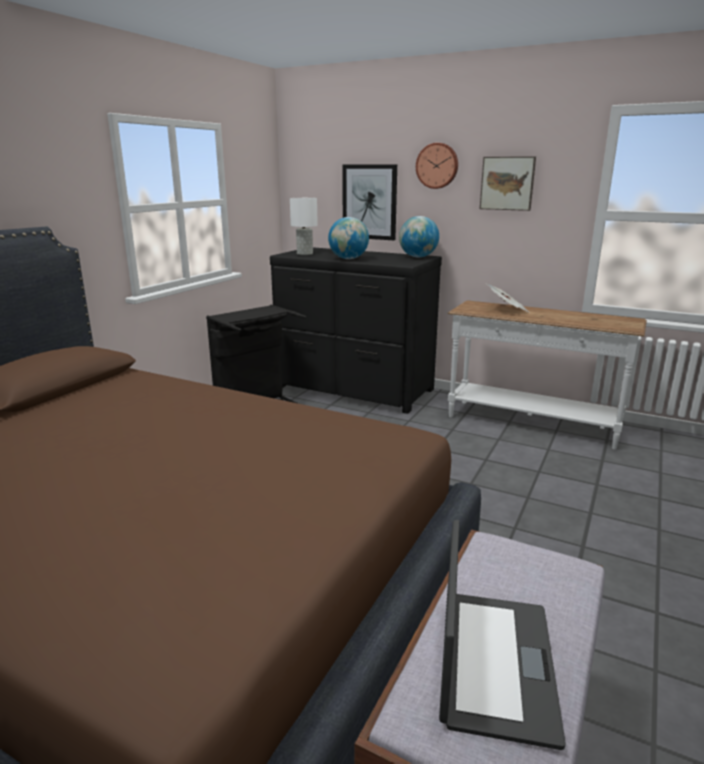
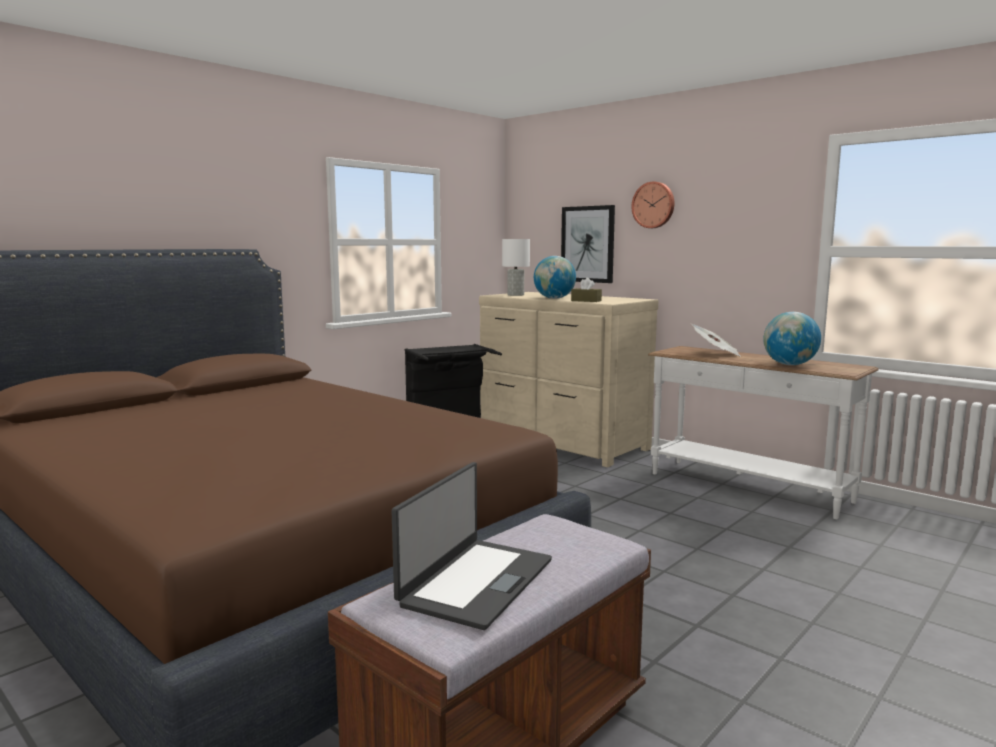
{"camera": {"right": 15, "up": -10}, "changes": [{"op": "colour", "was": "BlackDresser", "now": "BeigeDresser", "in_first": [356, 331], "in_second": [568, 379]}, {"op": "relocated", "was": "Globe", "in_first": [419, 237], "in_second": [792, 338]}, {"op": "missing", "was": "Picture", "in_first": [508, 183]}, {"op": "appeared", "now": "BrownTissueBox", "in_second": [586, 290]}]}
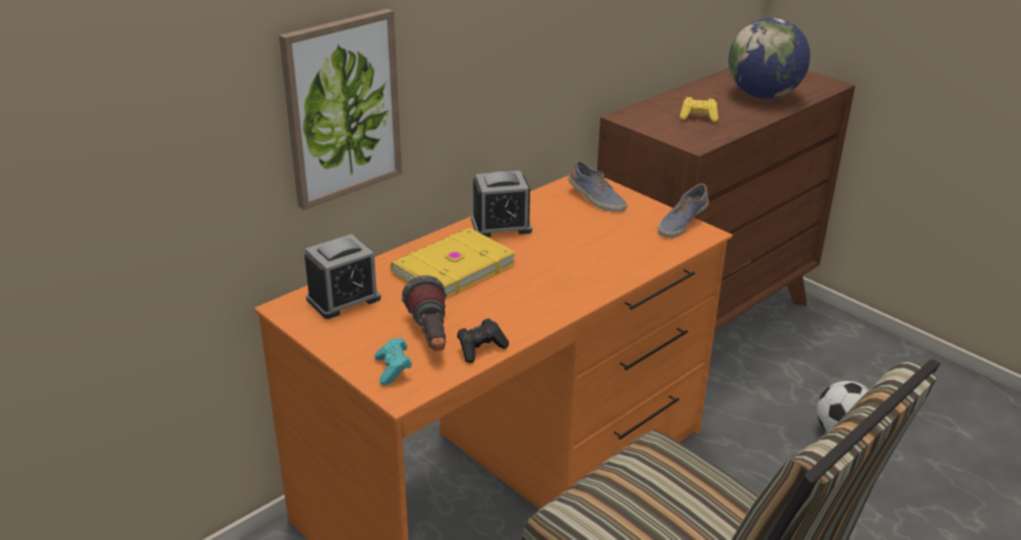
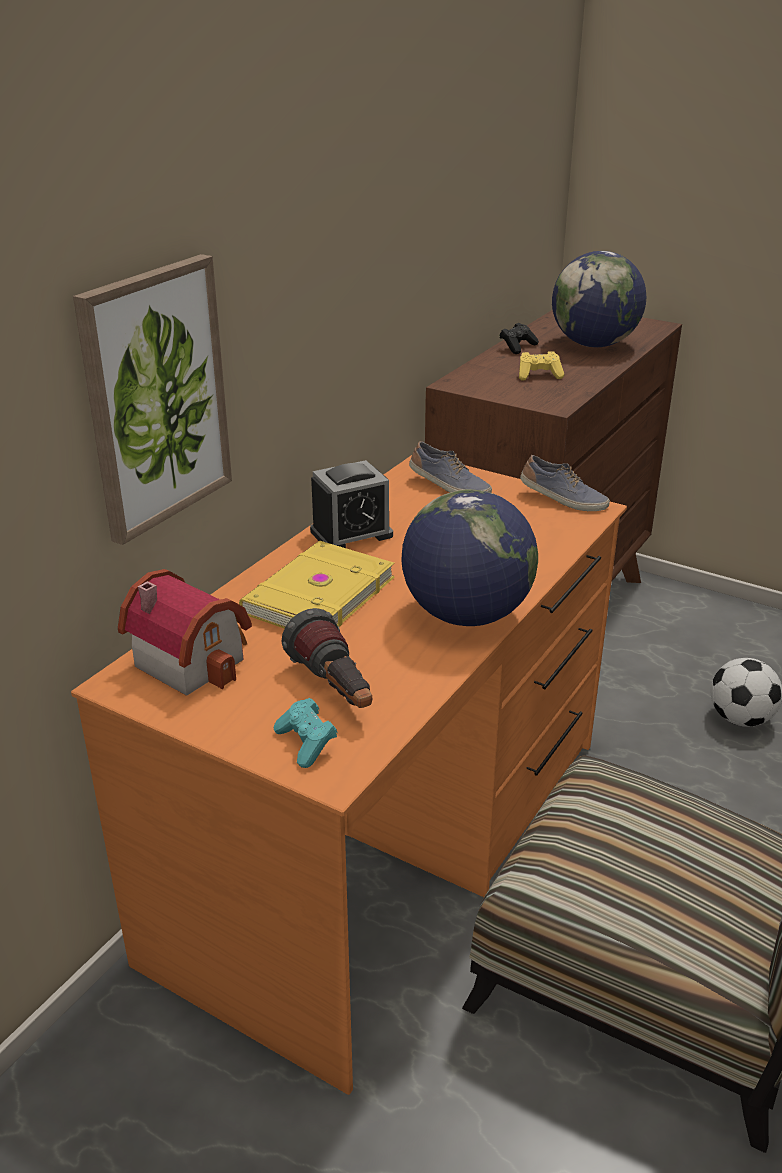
{"camera": {"right": -15, "up": 0}, "changes": [{"op": "exchanged", "was": "AlarmClock", "now": "ToyHouse", "in_first": [342, 276], "in_second": [185, 632]}, {"op": "relocated", "was": "BlackGameController", "in_first": [483, 340], "in_second": [519, 338]}, {"op": "spun", "was": "Shoe", "in_first": [683, 210], "in_second": [565, 483], "clockwise": -90}, {"op": "appeared", "now": "Globe", "in_second": [469, 557]}]}
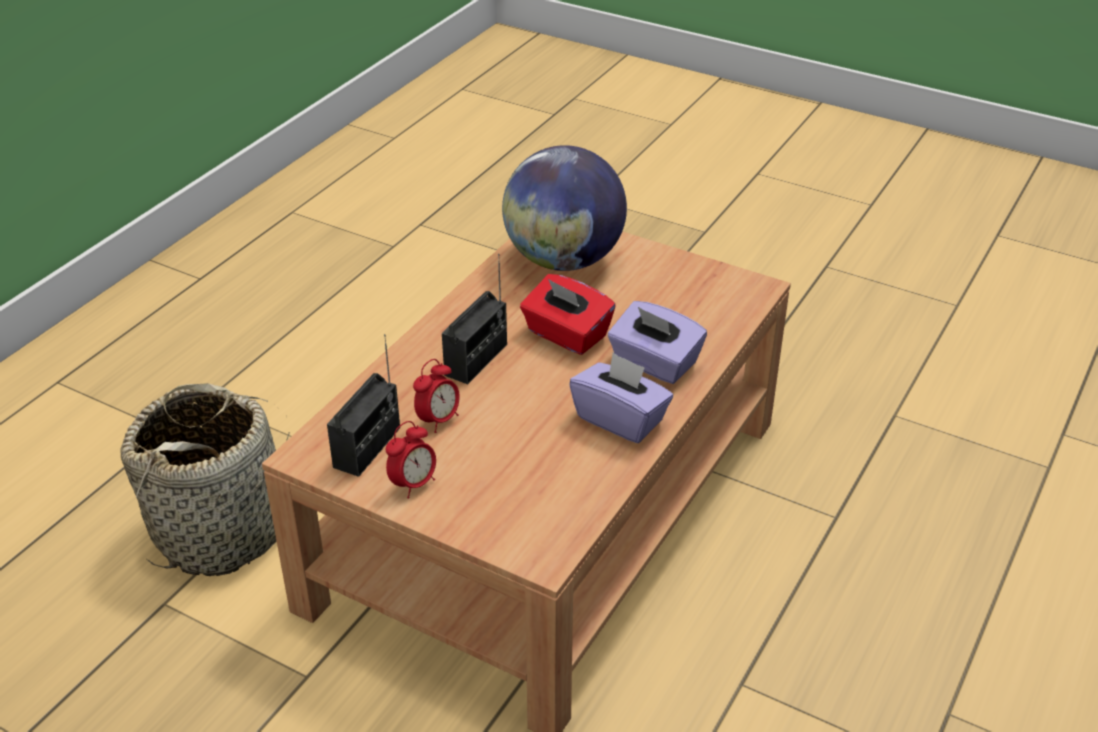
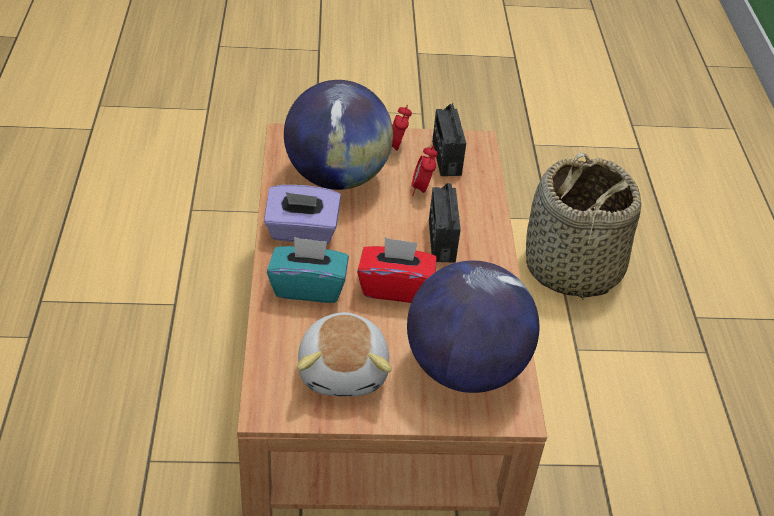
{"camera": {"right": 145, "up": 5}, "changes": [{"op": "colour", "was": "PurpleTissueBox", "now": "TurquoiseTissueBox", "in_first": [657, 342], "in_second": [308, 270]}, {"op": "appeared", "now": "Globe", "in_second": [338, 135]}, {"op": "appeared", "now": "PlushToy", "in_second": [344, 354]}]}
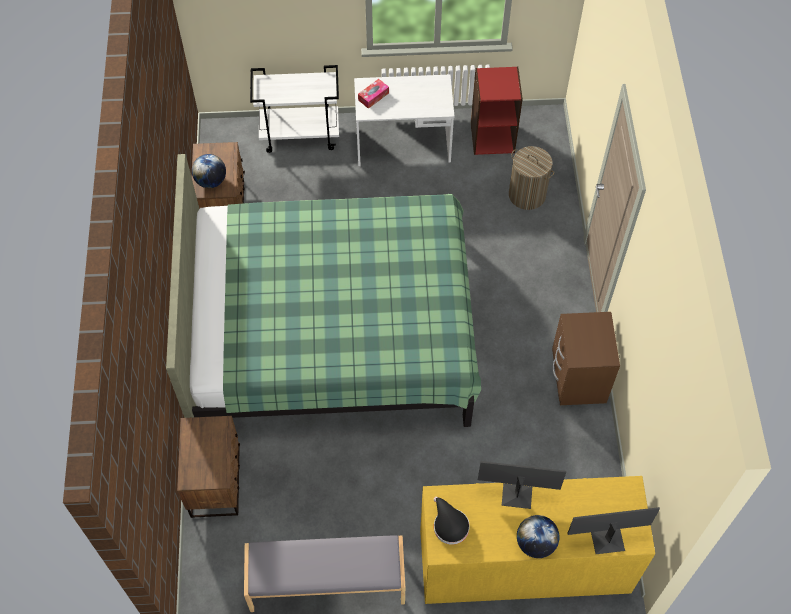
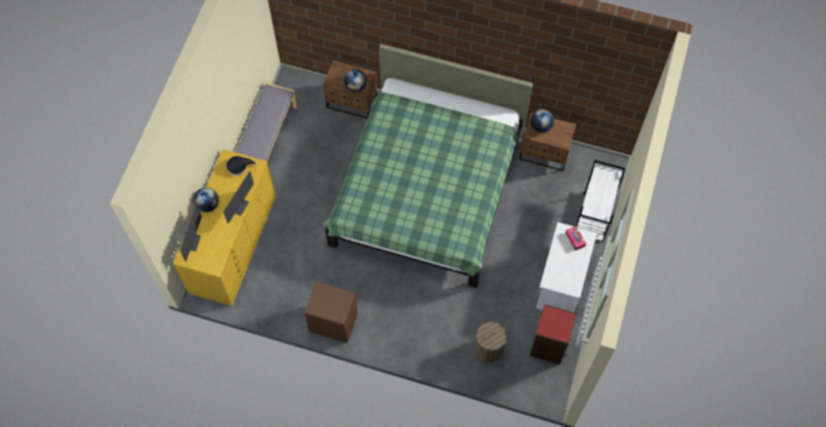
{"camera": {"right": 110, "up": 5}, "changes": [{"op": "appeared", "now": "Globe", "in_second": [355, 80]}]}
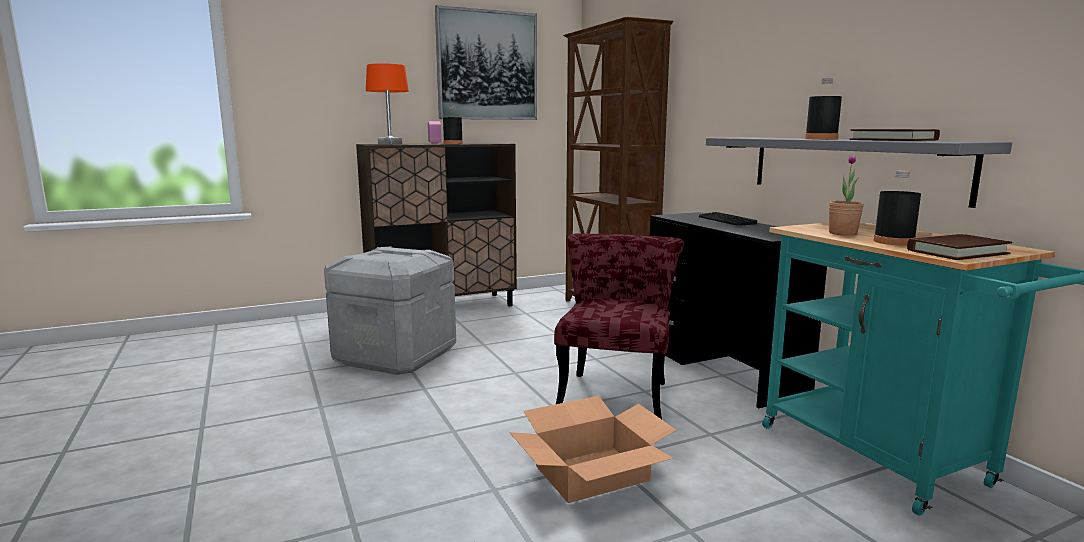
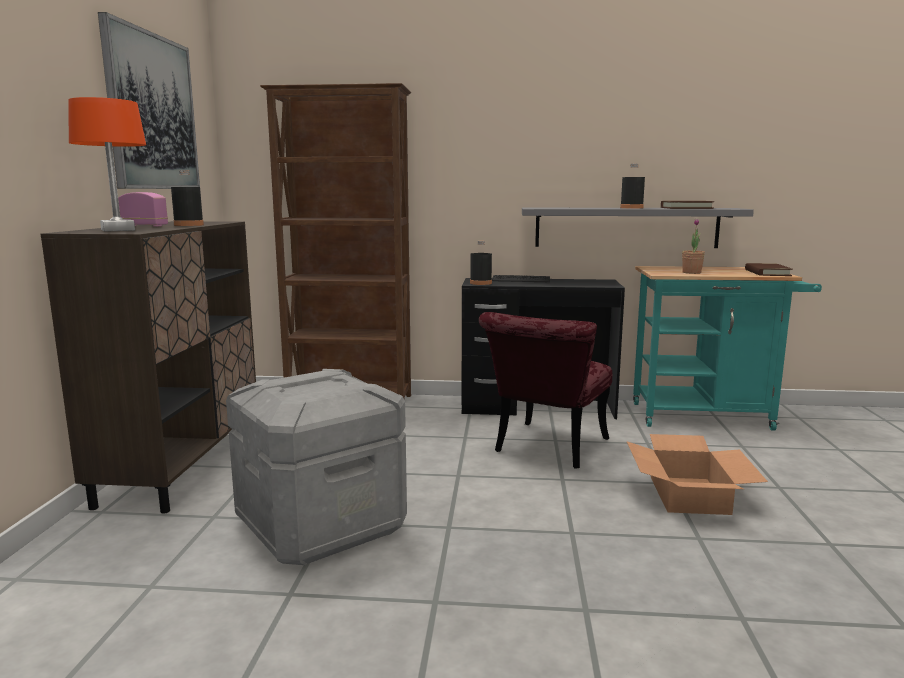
{"camera": {"right": -60, "up": 0}, "changes": [{"op": "spun", "was": "RedChair", "in_first": [619, 326], "in_second": [545, 390], "clockwise": -105}, {"op": "relocated", "was": "BlackBottle", "in_first": [897, 208], "in_second": [481, 263]}]}
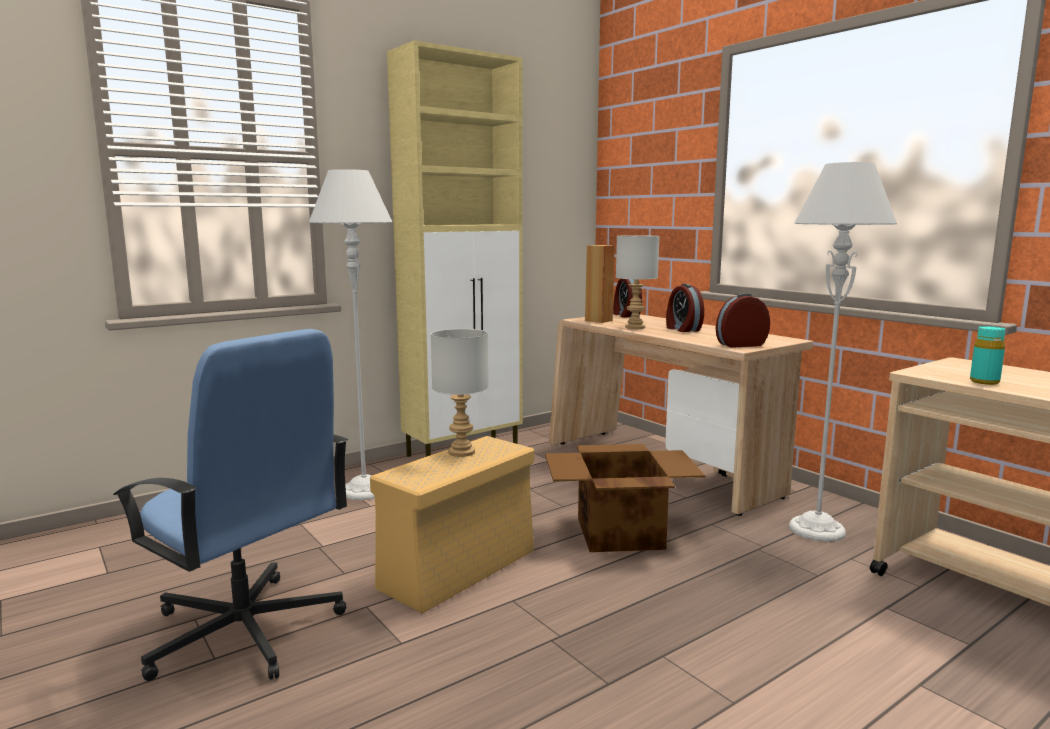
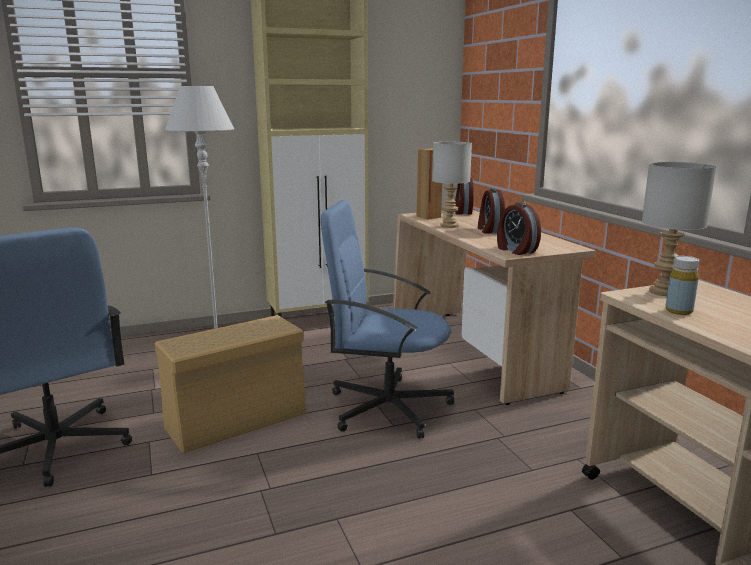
{"camera": {"right": 15, "up": 5}, "changes": [{"op": "relocated", "was": "GreyTableLamp", "in_first": [460, 393], "in_second": [679, 229]}, {"op": "exchanged", "was": "CardboardBox", "now": "BlueOfficeChair", "in_first": [625, 498], "in_second": [387, 319]}, {"op": "spun", "was": "AlarmClock", "in_first": [743, 320], "in_second": [519, 228], "clockwise": -120}, {"op": "missing", "was": "GreyFloorLamp", "in_first": [843, 352]}, {"op": "colour", "was": "TurquoiseBottle", "now": "YellowBottle", "in_first": [988, 355], "in_second": [682, 285]}]}
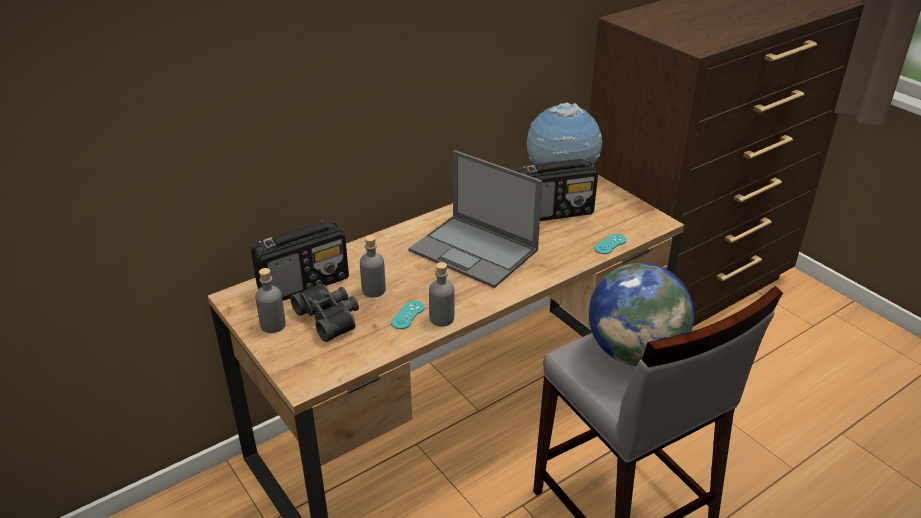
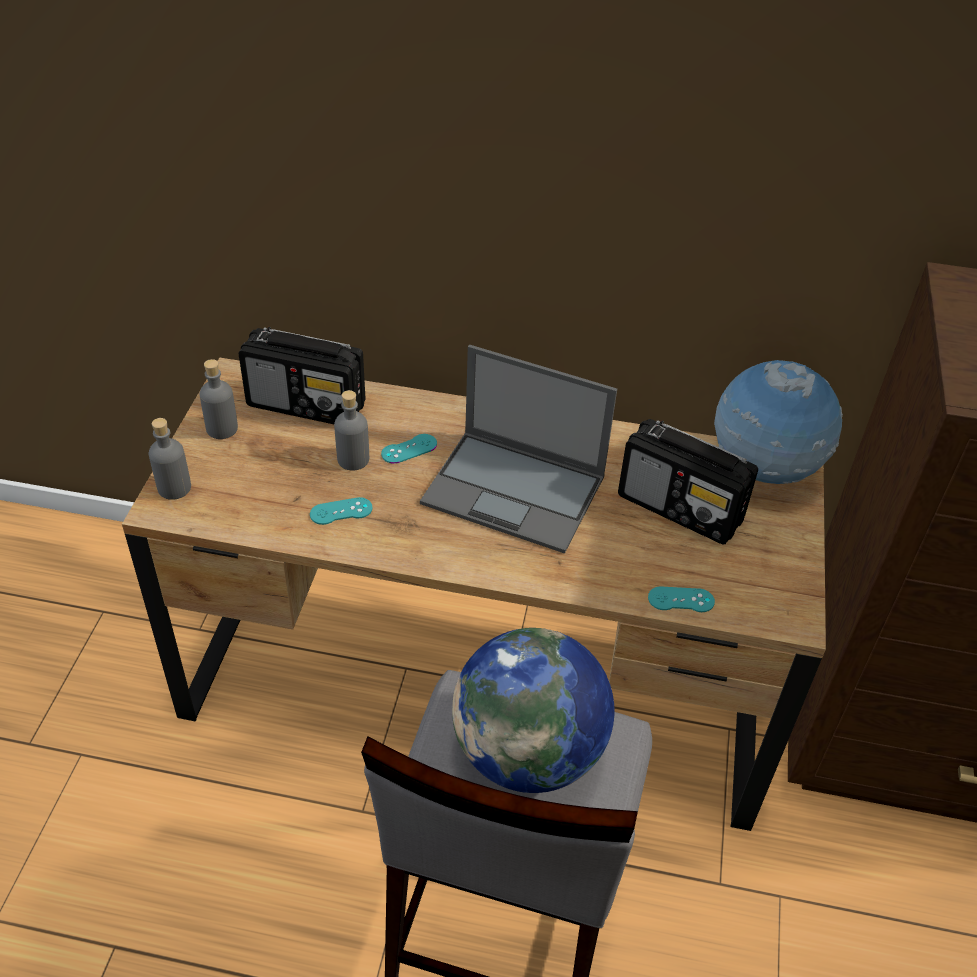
{"camera": {"right": 45, "up": 10}, "changes": [{"op": "missing", "was": "BlackBinoculars", "in_first": [324, 313]}, {"op": "spun", "was": "Laptop", "in_first": [475, 219], "in_second": [518, 449], "clockwise": -60}, {"op": "relocated", "was": "GreyBottle", "in_first": [442, 294], "in_second": [170, 459]}, {"op": "appeared", "now": "TurquoiseGameController", "in_second": [409, 449]}]}
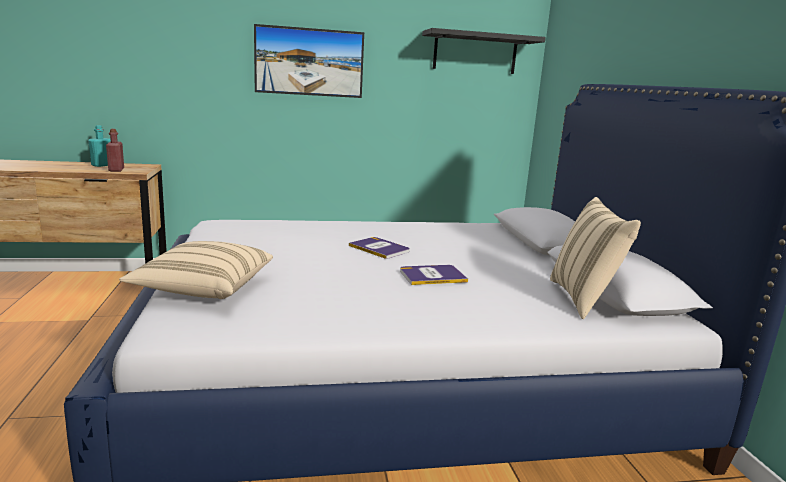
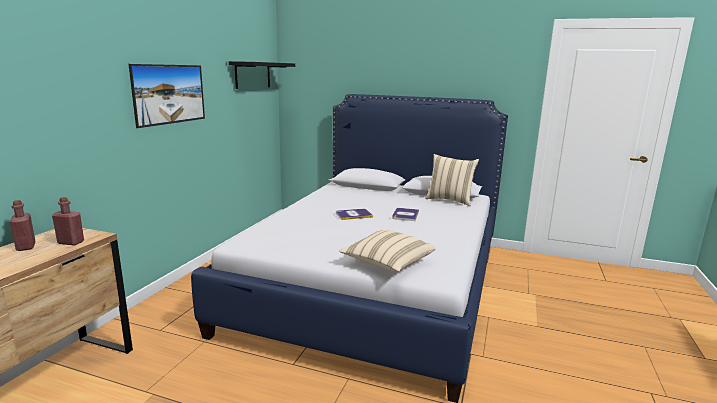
{"camera": {"right": -60, "up": 0}, "changes": [{"op": "colour", "was": "TurquoiseBottle", "now": "RedBottle", "in_first": [99, 146], "in_second": [22, 225]}]}
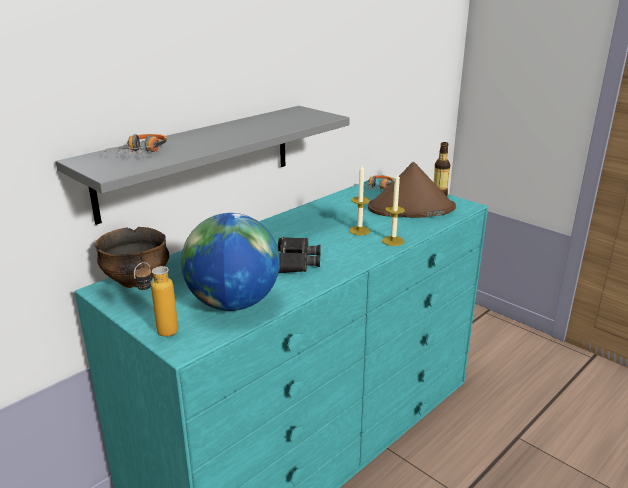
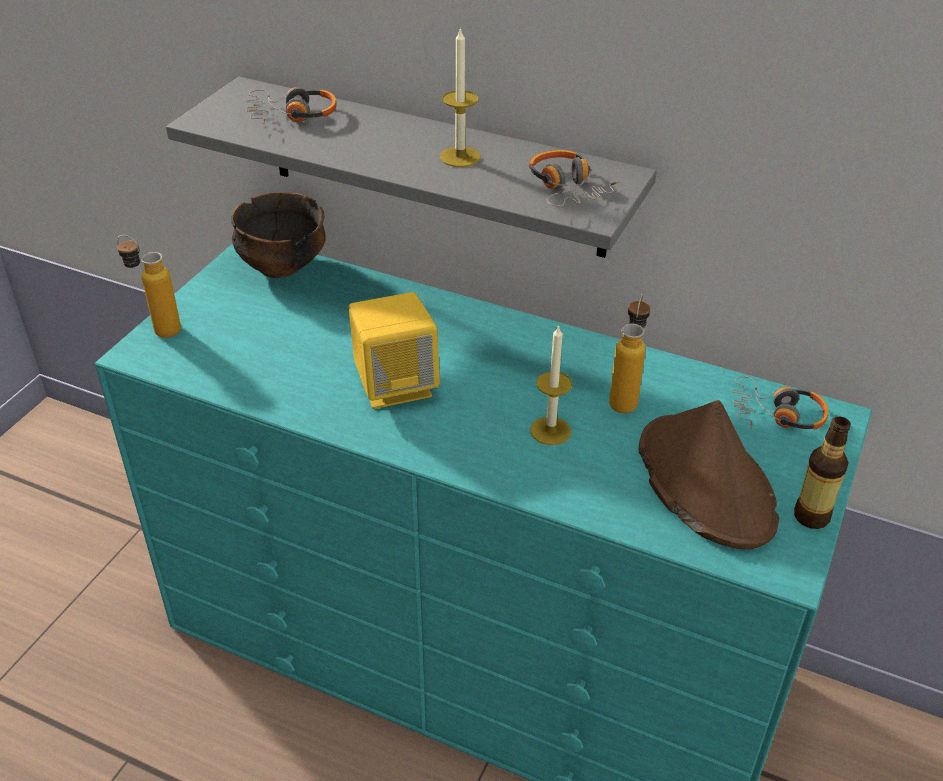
{"camera": {"right": 70, "up": 15}, "changes": [{"op": "missing", "was": "Globe", "in_first": [230, 262]}, {"op": "exchanged", "was": "BlackBinoculars", "now": "YellowSpeaker", "in_first": [299, 255], "in_second": [394, 350]}, {"op": "relocated", "was": "Candle", "in_first": [393, 209], "in_second": [460, 97]}, {"op": "appeared", "now": "Headphones", "in_second": [574, 178]}, {"op": "appeared", "now": "Bottle", "in_second": [629, 353]}]}
